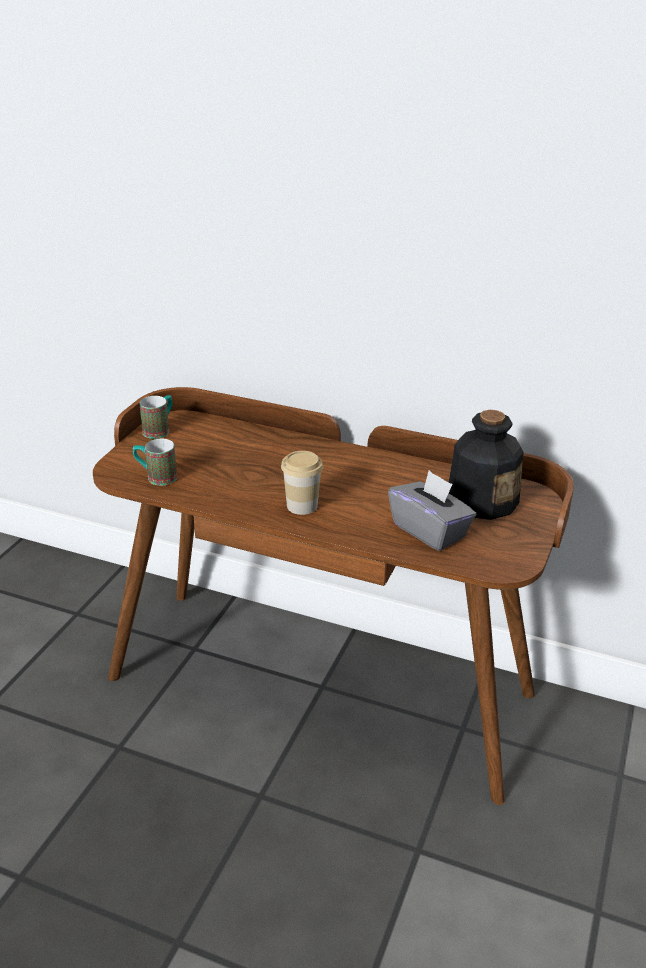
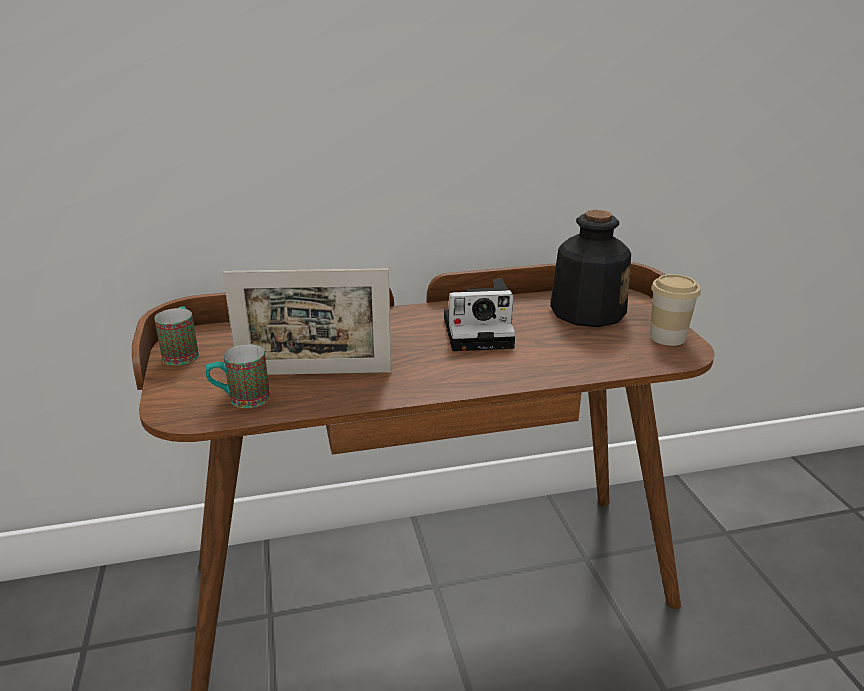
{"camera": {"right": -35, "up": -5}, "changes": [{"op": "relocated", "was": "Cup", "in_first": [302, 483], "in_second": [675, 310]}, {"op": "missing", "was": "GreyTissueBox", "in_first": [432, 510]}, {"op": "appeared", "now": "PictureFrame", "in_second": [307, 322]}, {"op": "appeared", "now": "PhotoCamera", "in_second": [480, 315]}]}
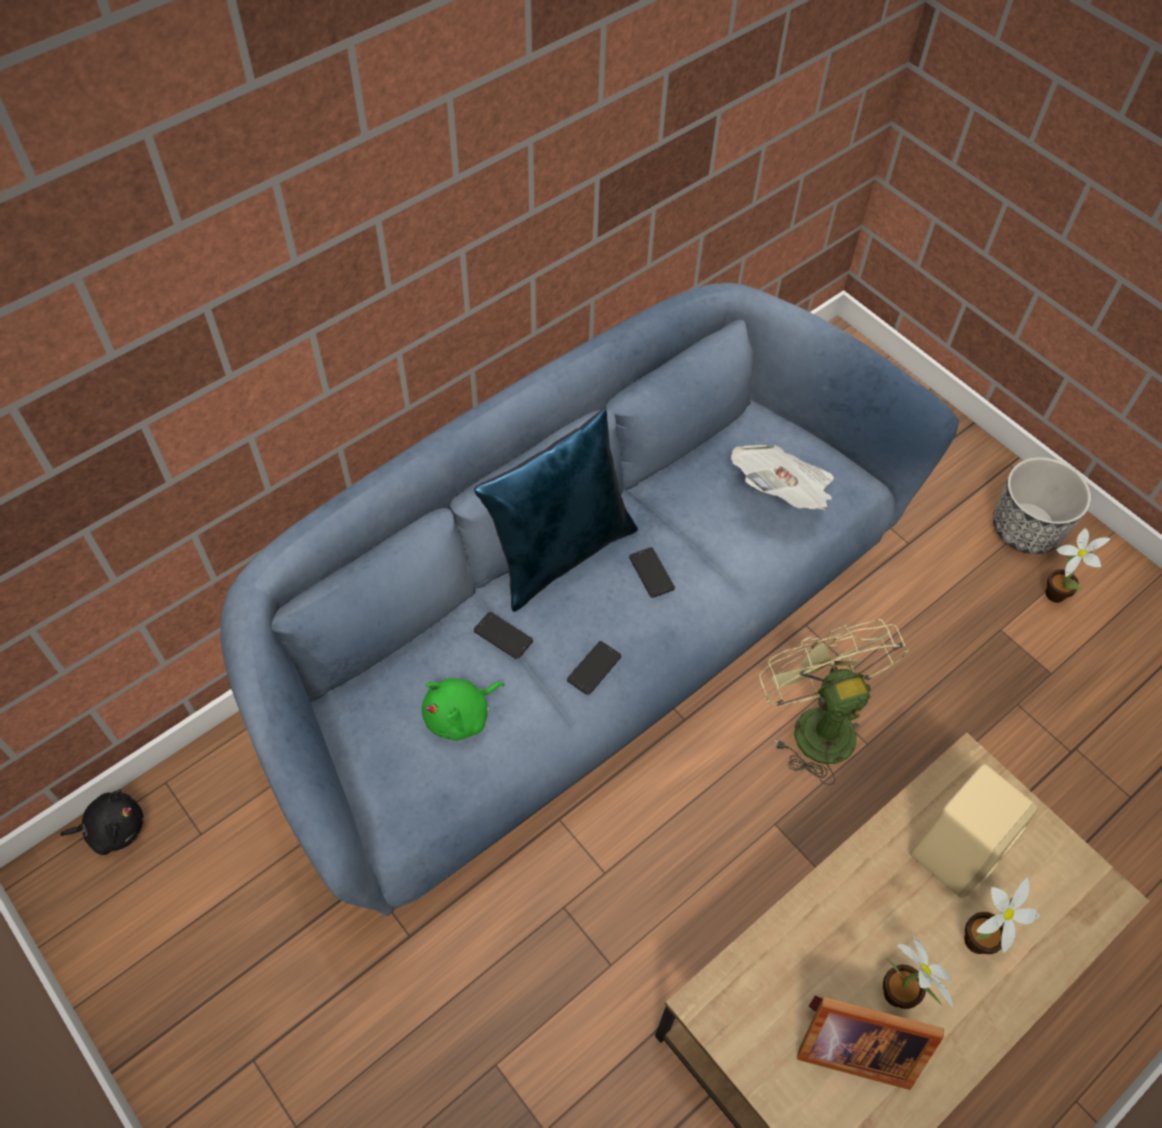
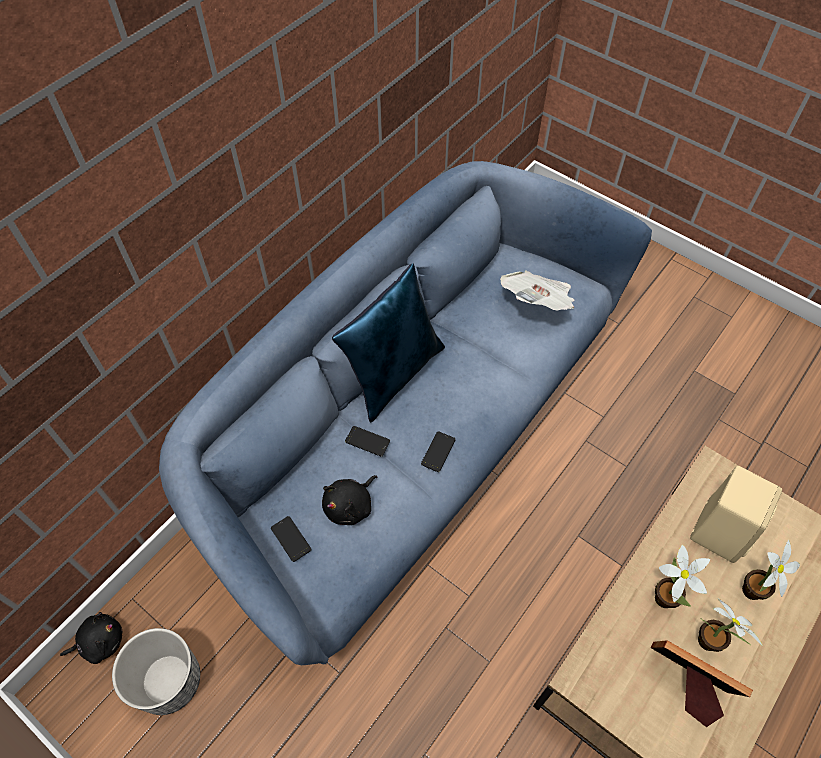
{"camera": {"right": -10, "up": 0}, "changes": [{"op": "colour", "was": "GreenPlushToy", "now": "BlackPlushToy", "in_first": [463, 709], "in_second": [349, 500]}, {"op": "relocated", "was": "Phone", "in_first": [652, 572], "in_second": [291, 539]}, {"op": "missing", "was": "GreenFan", "in_first": [834, 702]}, {"op": "spun", "was": "PictureFrame", "in_first": [870, 1043], "in_second": [702, 683], "clockwise": -150}, {"op": "relocated", "was": "Planter", "in_first": [1042, 505], "in_second": [156, 671]}, {"op": "relocated", "was": "PottedPlant", "in_first": [1078, 565], "in_second": [682, 576]}]}
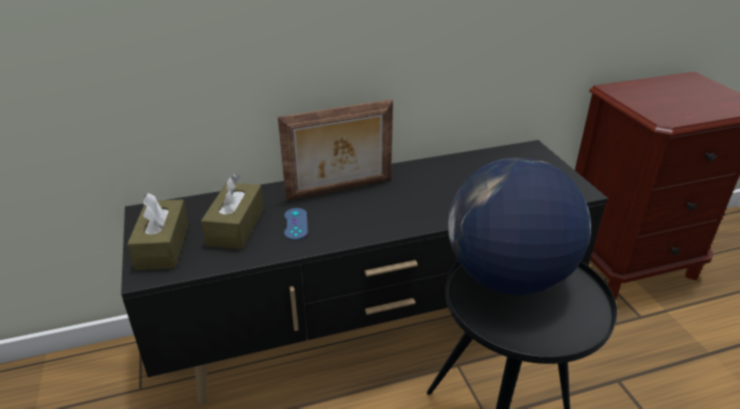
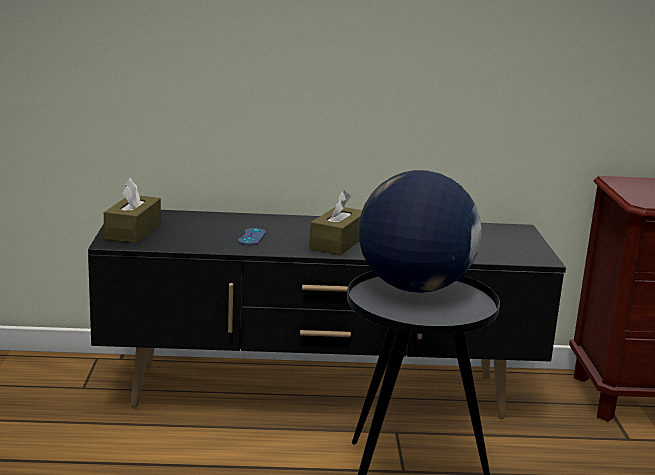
{"camera": {"right": 15, "up": -15}, "changes": [{"op": "relocated", "was": "BrownTissueBox", "in_first": [232, 211], "in_second": [335, 222]}, {"op": "missing", "was": "PictureFrame", "in_first": [335, 150]}]}
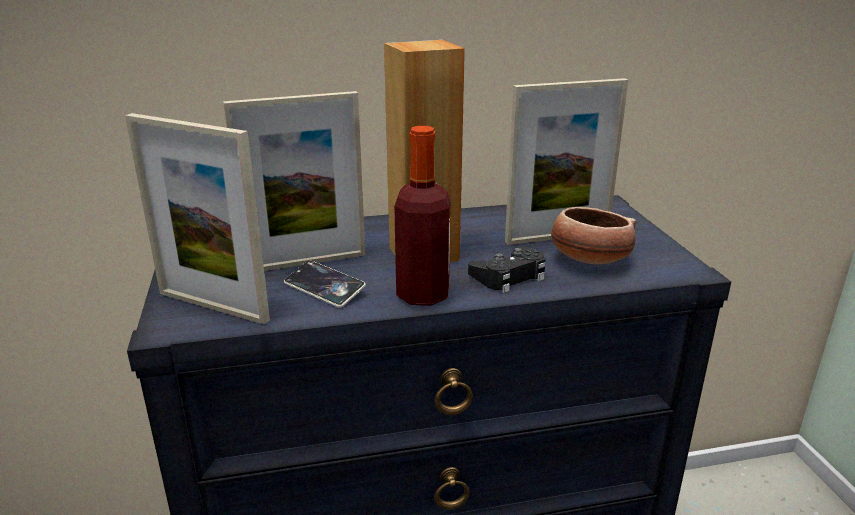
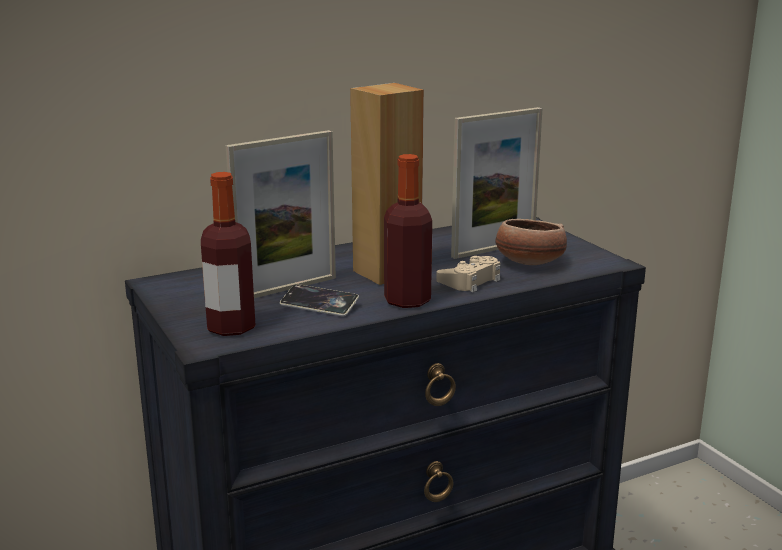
{"camera": {"right": -15, "up": -5}, "changes": [{"op": "exchanged", "was": "PictureFrame", "now": "Bottle", "in_first": [197, 218], "in_second": [228, 254]}, {"op": "colour", "was": "BlackGameController", "now": "BeigeGameController", "in_first": [507, 269], "in_second": [468, 274]}]}
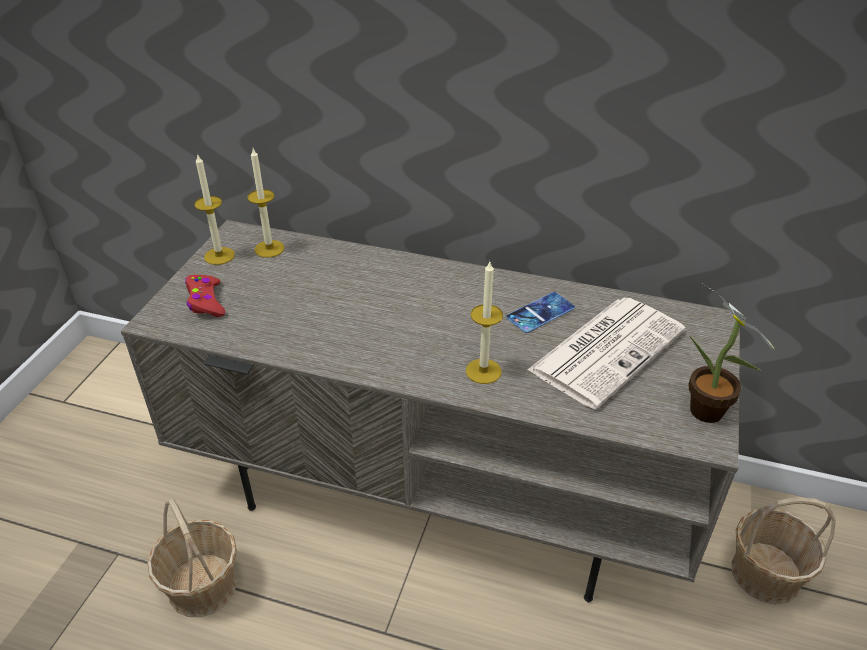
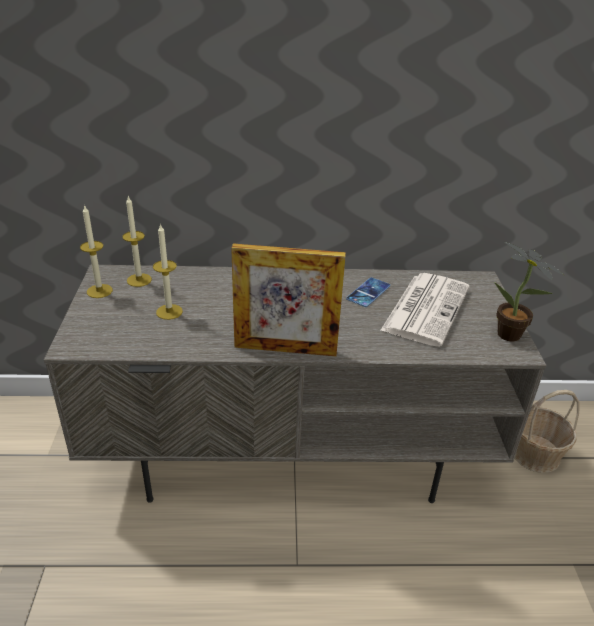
{"camera": {"right": -20, "up": -5}, "changes": [{"op": "missing", "was": "Basket", "in_first": [192, 558]}, {"op": "missing", "was": "RedGameController", "in_first": [205, 296]}, {"op": "relocated", "was": "Candle", "in_first": [484, 323], "in_second": [168, 271]}, {"op": "appeared", "now": "PictureFrame", "in_second": [288, 299]}]}
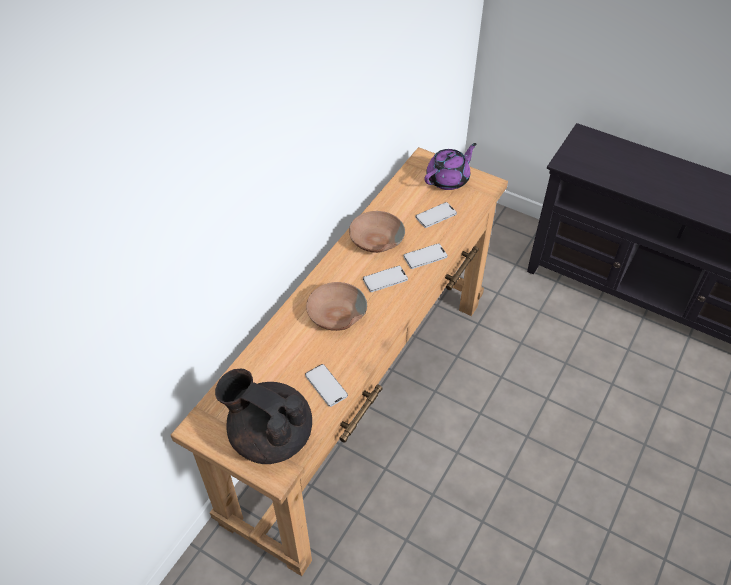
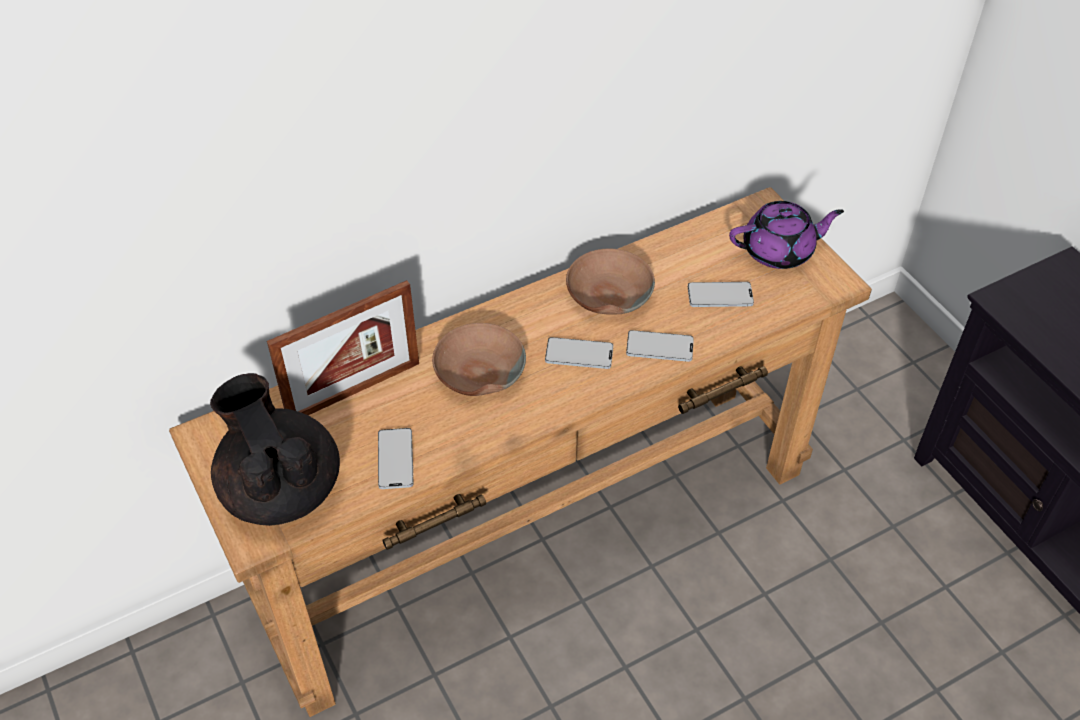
{"camera": {"right": 30, "up": 0}, "changes": [{"op": "appeared", "now": "PictureFrame", "in_second": [343, 347]}]}
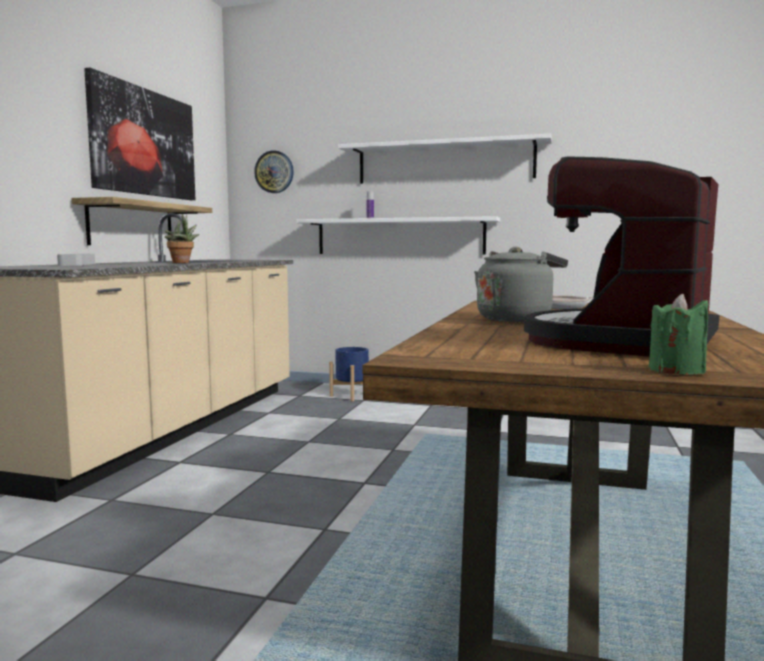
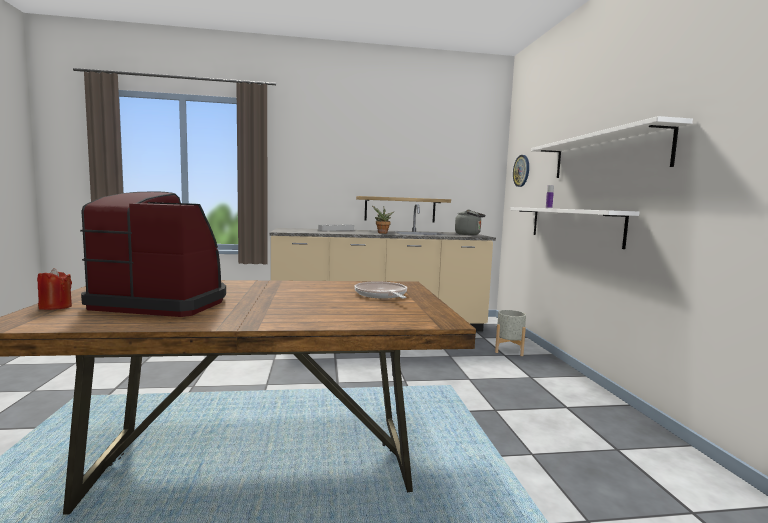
{"camera": {"right": 65, "up": 0}, "changes": [{"op": "missing", "was": "Picture", "in_first": [139, 134]}, {"op": "colour", "was": "BluePlanter", "now": "GreyPlanter", "in_first": [349, 374], "in_second": [510, 333]}, {"op": "relocated", "was": "GreyKettle", "in_first": [521, 284], "in_second": [470, 222]}, {"op": "colour", "was": "GreenCandle", "now": "RedCandle", "in_first": [678, 333], "in_second": [54, 289]}]}
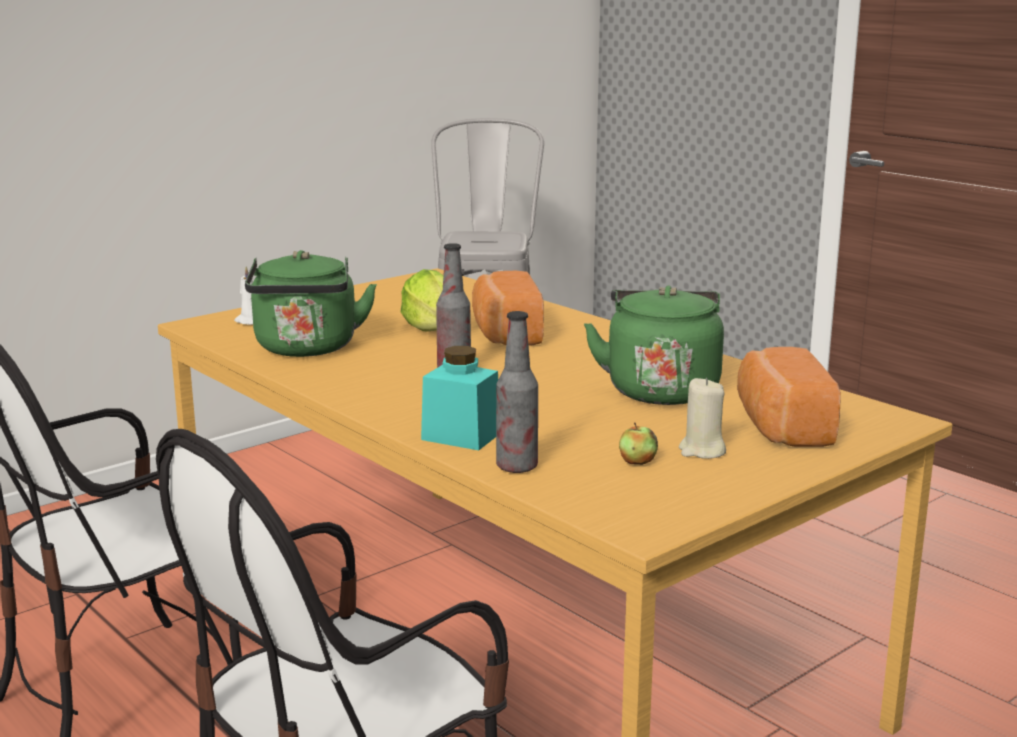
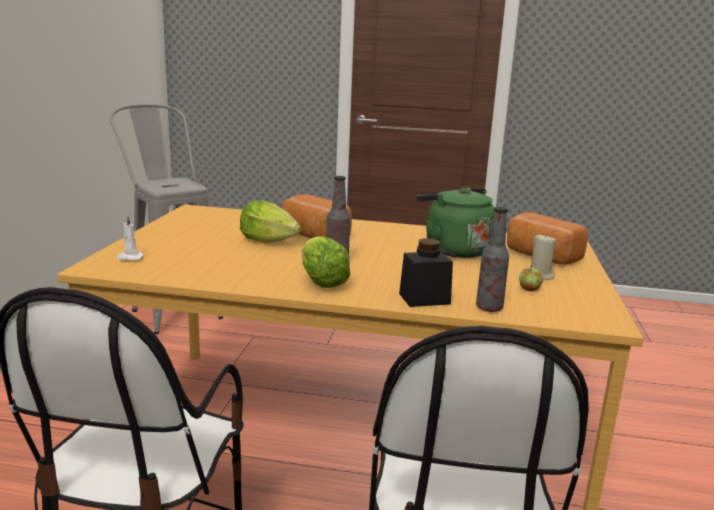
{"camera": {"right": -40, "up": 0}, "changes": [{"op": "missing", "was": "GreenKettle", "in_first": [311, 303]}, {"op": "colour", "was": "TurquoiseJar", "now": "BlackJar", "in_first": [459, 398], "in_second": [426, 272]}, {"op": "appeared", "now": "Lettuce", "in_second": [326, 262]}]}
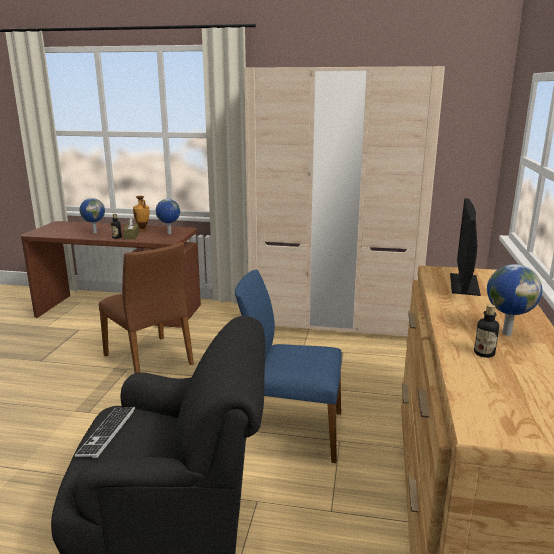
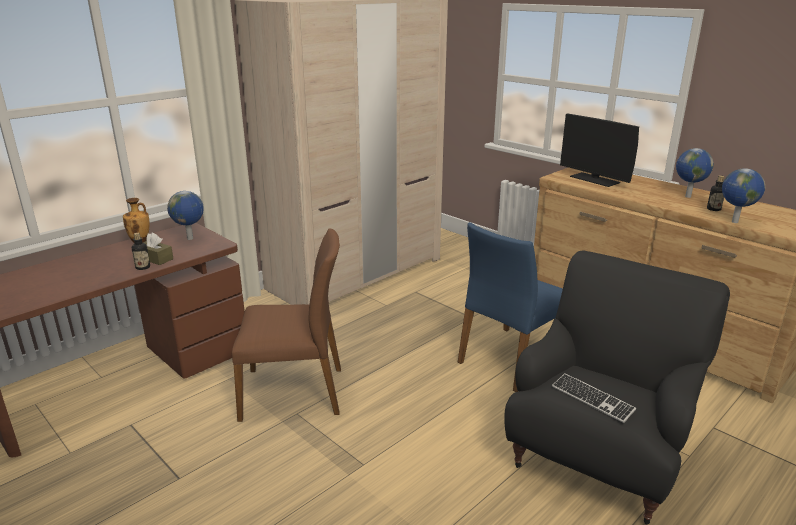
{"camera": {"right": -55, "up": 5}, "changes": [{"op": "relocated", "was": "Globe", "in_first": [92, 215], "in_second": [743, 195]}]}
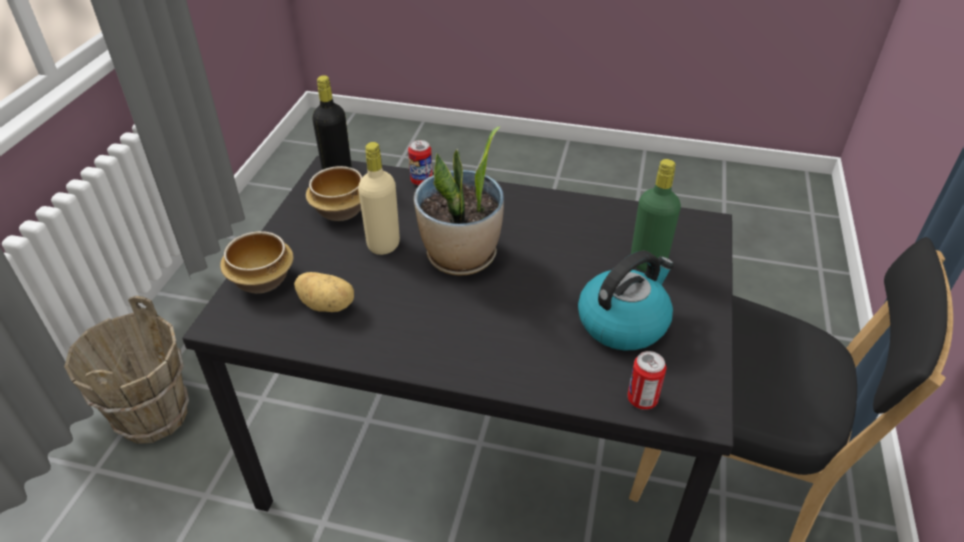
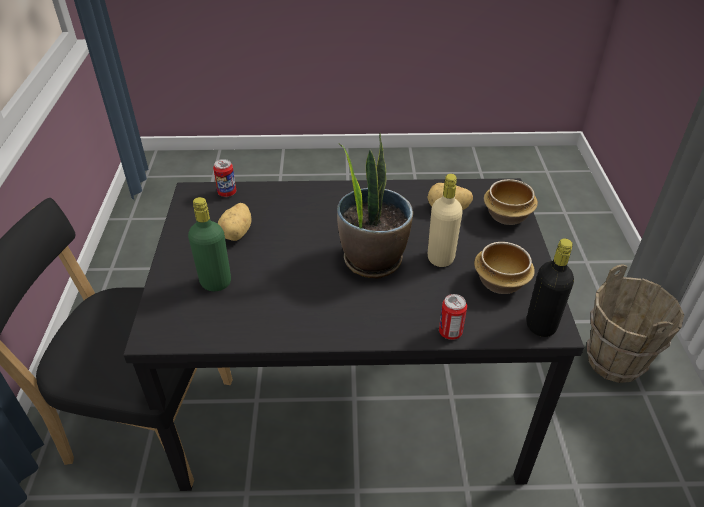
{"camera": {"right": 165, "up": 0}, "changes": [{"op": "exchanged", "was": "Kettle", "now": "Potato", "in_first": [626, 300], "in_second": [234, 222]}]}
